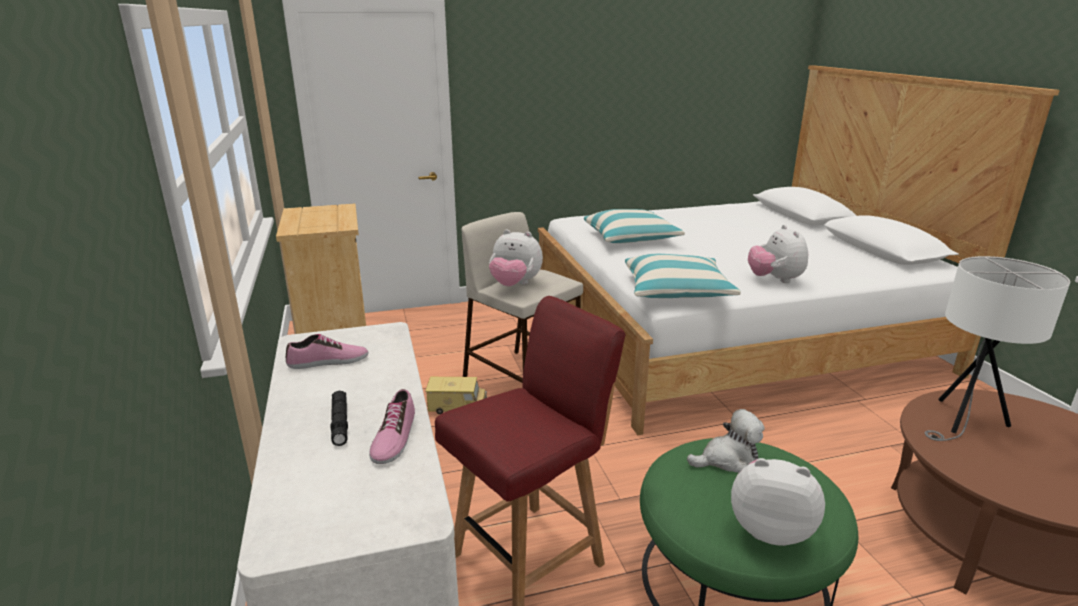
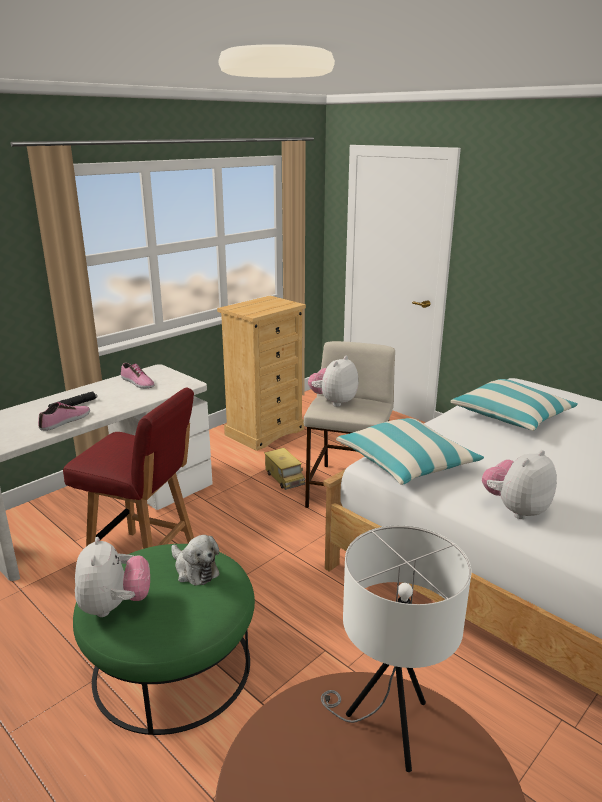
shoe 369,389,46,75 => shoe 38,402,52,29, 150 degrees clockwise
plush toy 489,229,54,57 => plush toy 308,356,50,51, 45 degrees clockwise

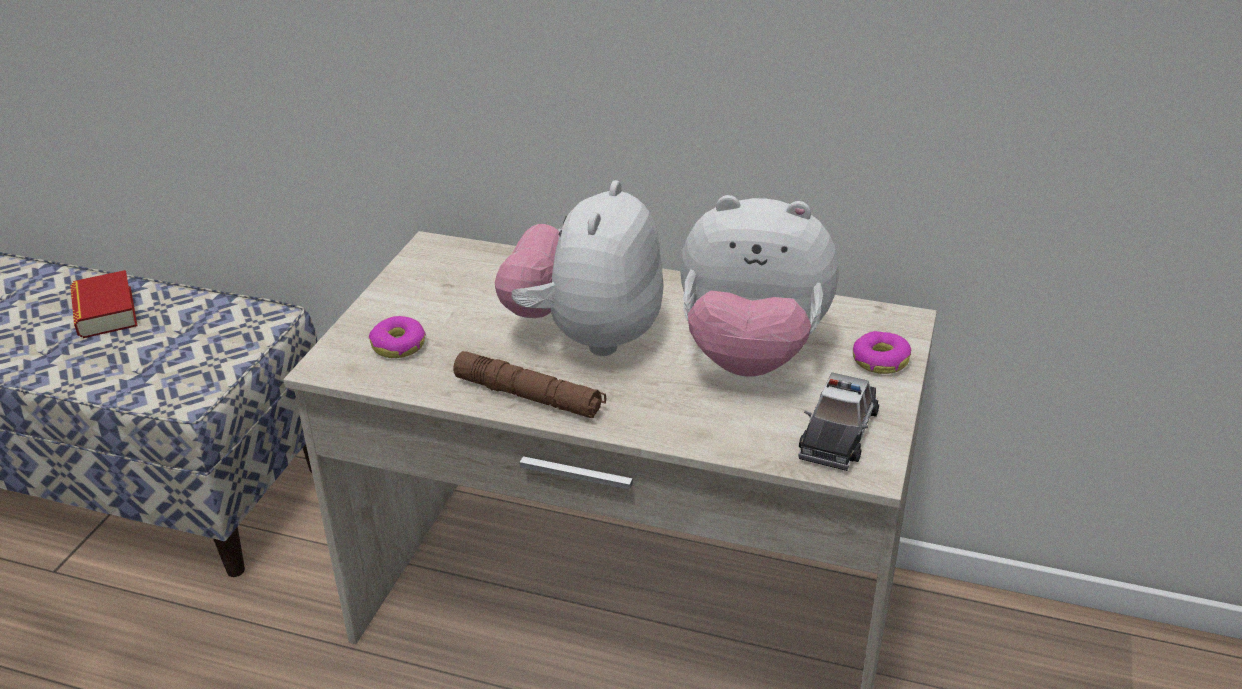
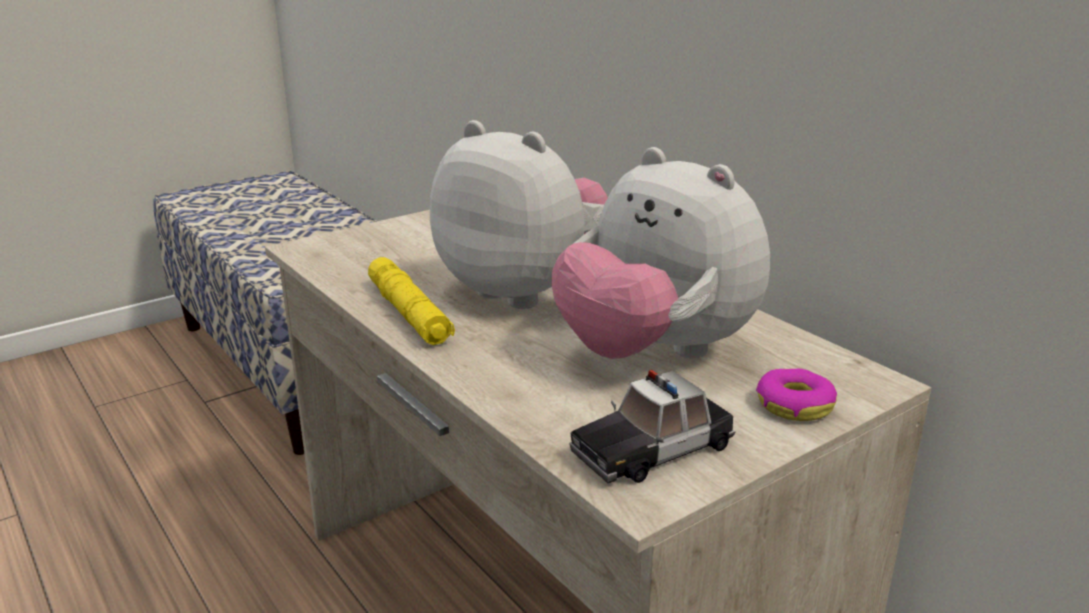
brown flashlight 453,351,153,67 => yellow flashlight 368,257,87,88
plush toy 495,180,169,176 => plush toy 430,120,178,189, 75 degrees clockwise
book 70,270,67,68 => nothing
donut 369,316,57,42 => nothing

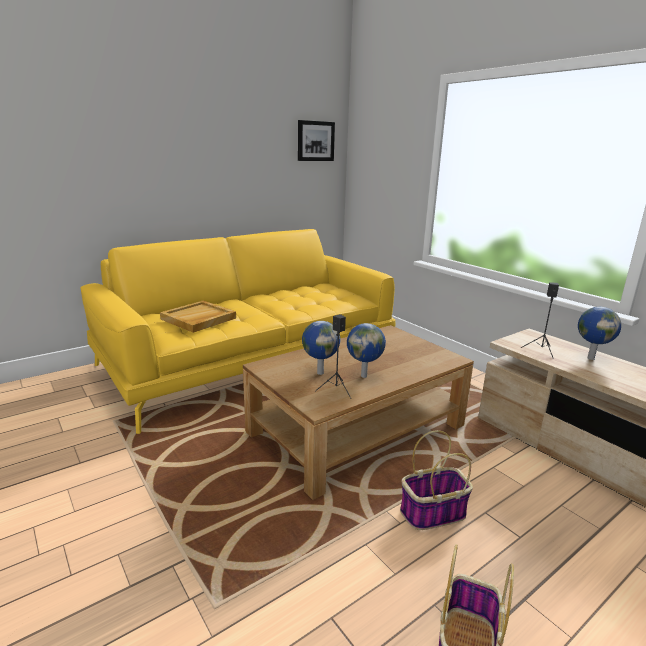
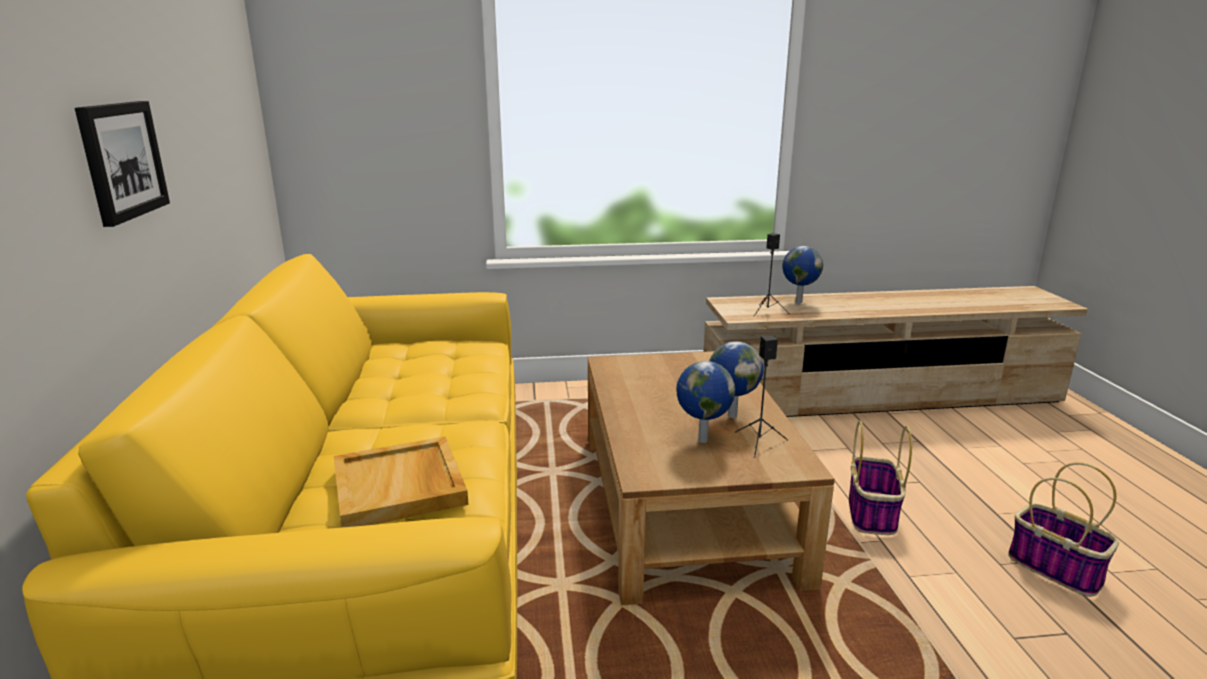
picture 298,120,37,41 => picture 75,101,95,126, move

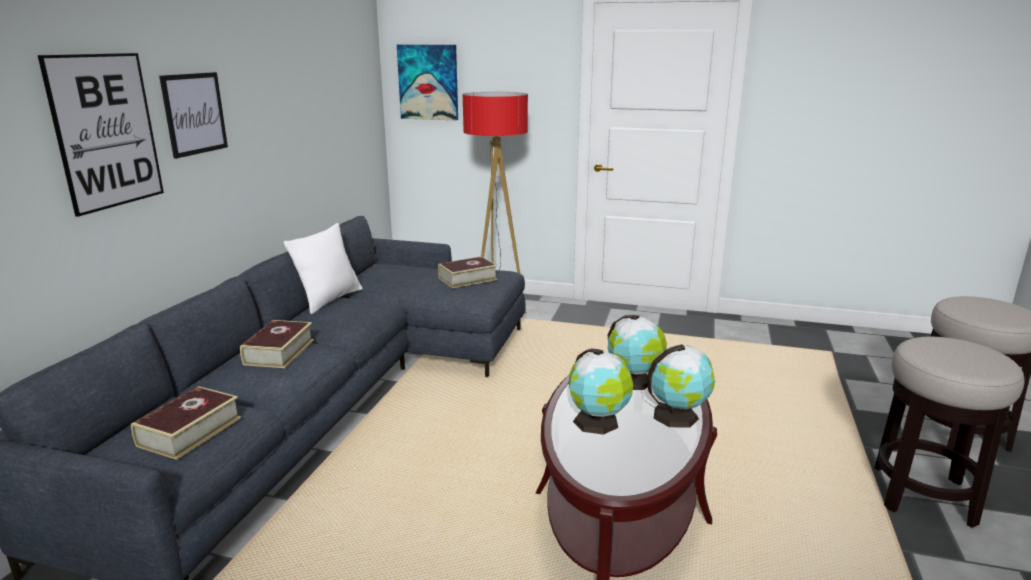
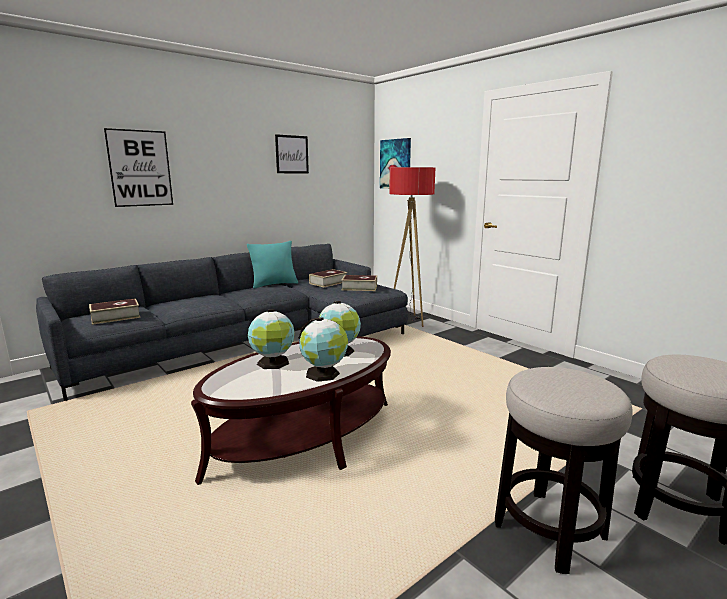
white pillow 284,223,79,91 => turquoise pillow 247,241,51,48
picture 159,72,69,87 => picture 275,134,34,39, move
book 240,320,74,48 => book 309,269,39,18, move

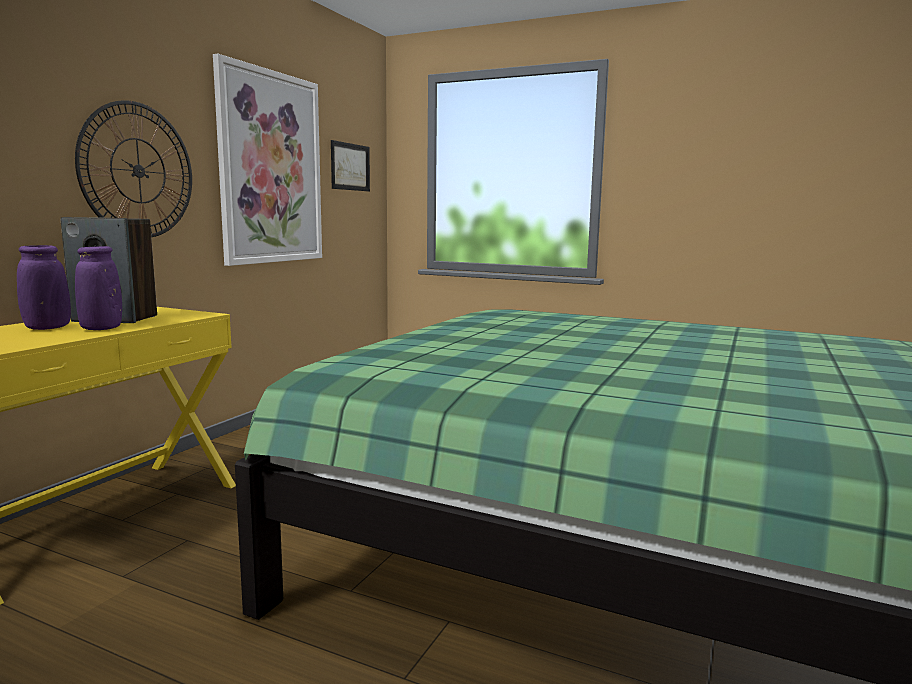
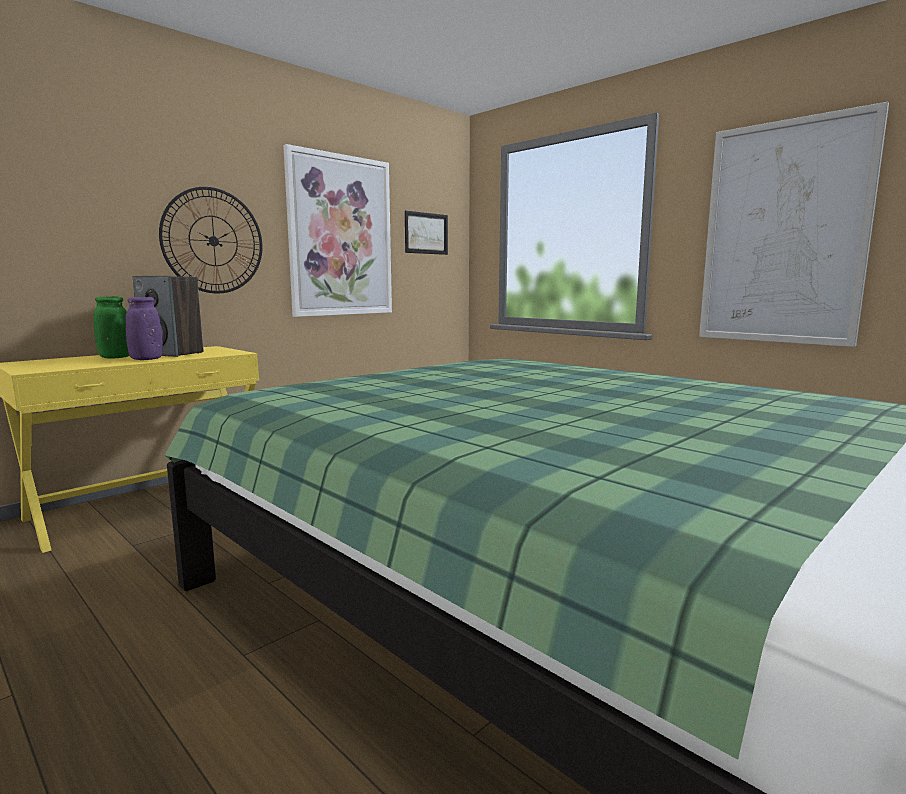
purple vase 17,245,54,85 => green vase 94,296,35,63
nothing => picture 699,102,190,245

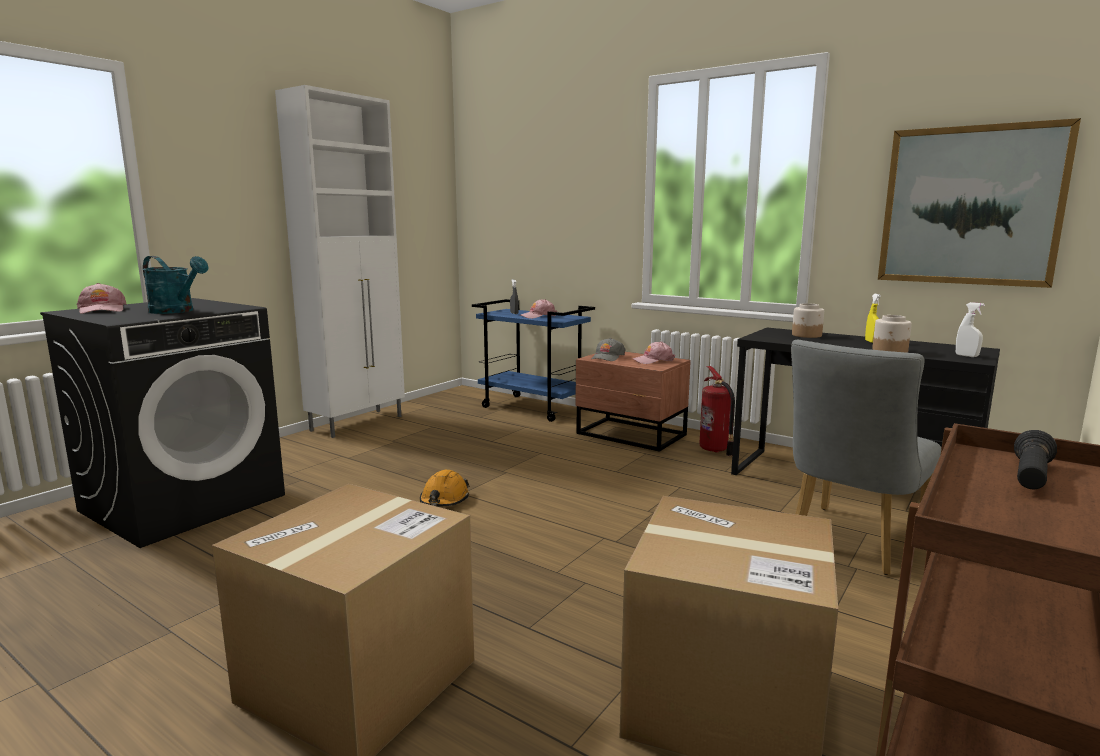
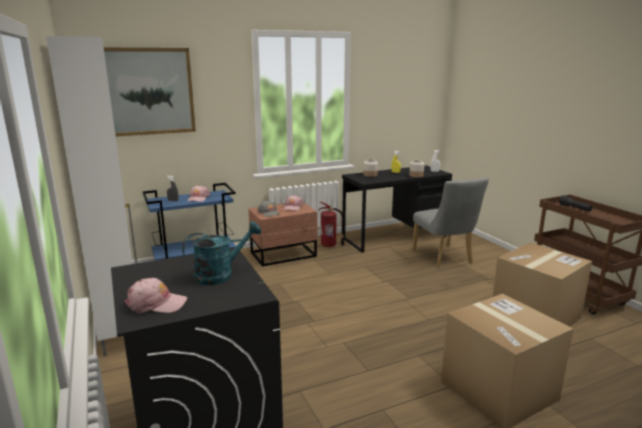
picture 878,118,203,170 => picture 104,47,92,89, move
orange hard hat 420,470,50,36 => nothing

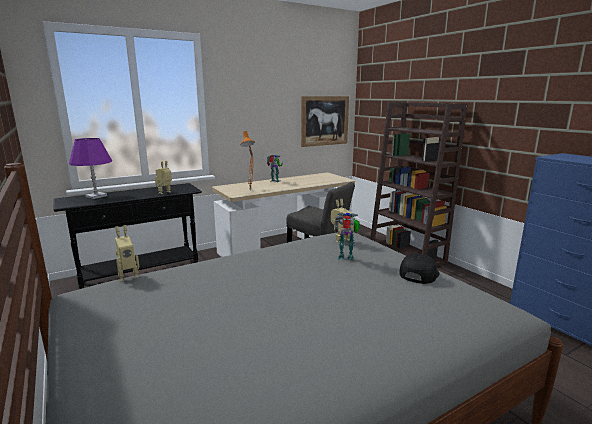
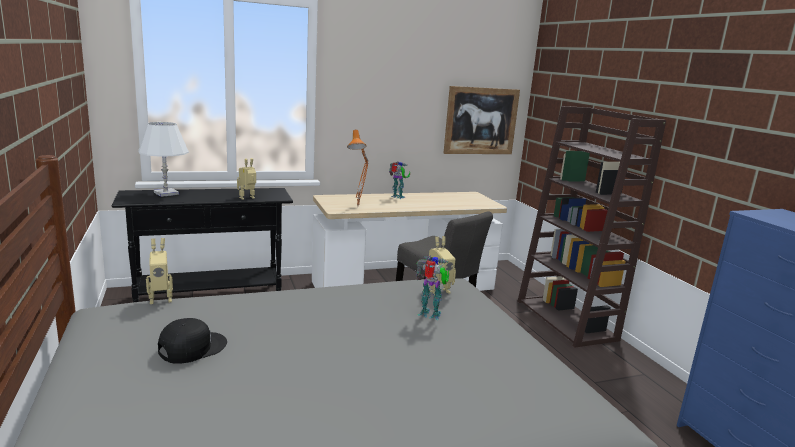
purple table lamp 69,138,43,61 => white table lamp 138,122,51,75
black cap 399,253,41,31 => black cap 158,318,69,45, move

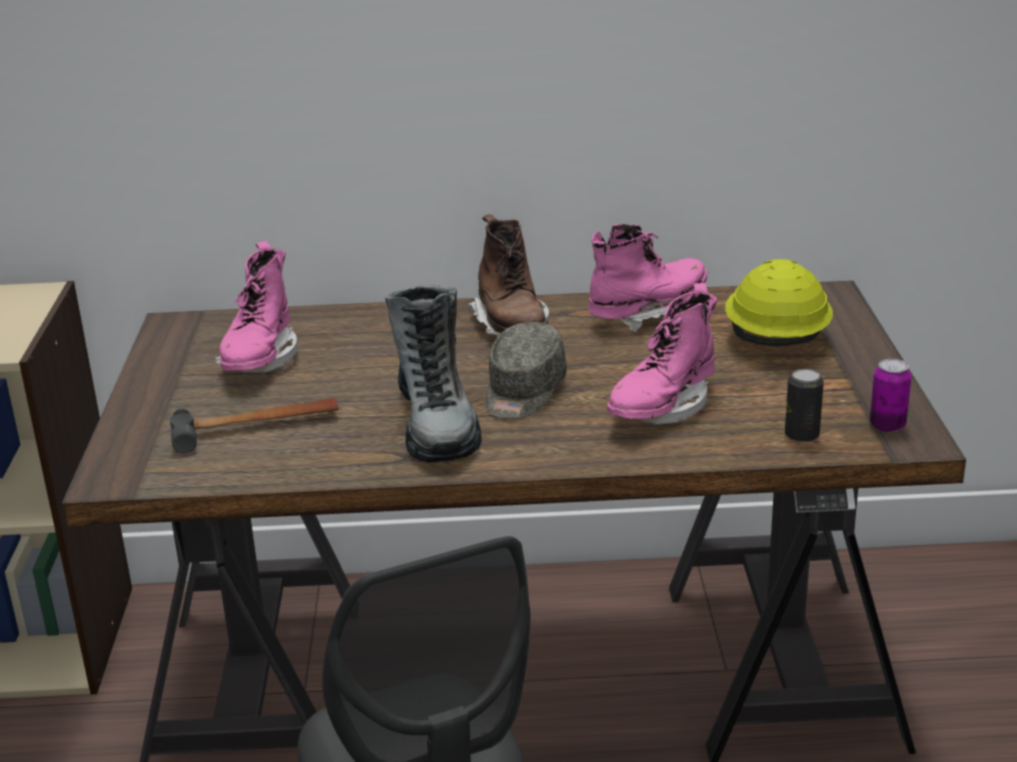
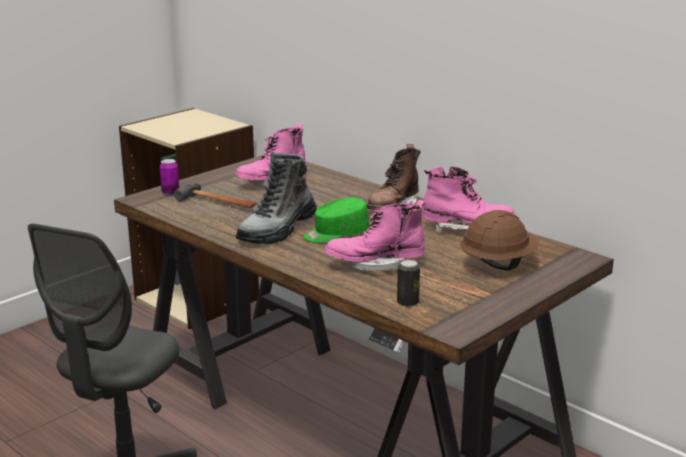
can 870,359,42,73 => can 160,159,19,36, move
grey cap 485,322,82,97 => green cap 303,198,66,45
yellow hard hat 725,259,108,87 => brown hard hat 460,210,80,61

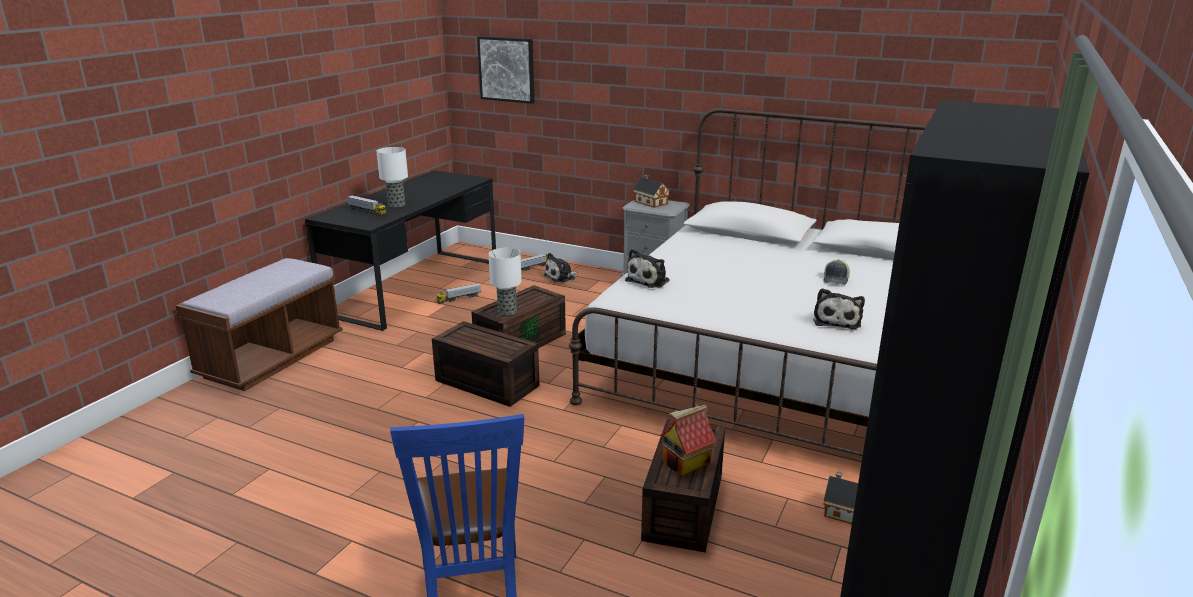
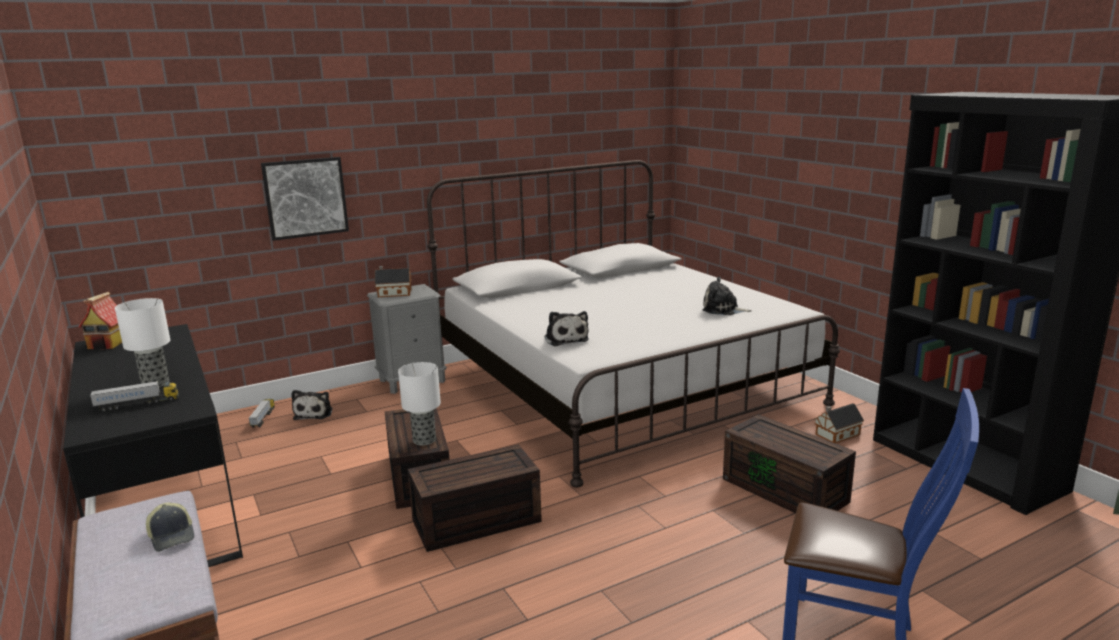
toy house 661,405,56,71 => toy house 78,292,44,58, move
cap 824,259,26,26 => cap 146,503,48,49, move
picture 477,36,57,68 => picture 261,157,88,84, move
plush toy 813,288,52,41 => plush toy 702,277,50,38, 150 degrees clockwise
toy truck 436,283,45,21 => nothing

